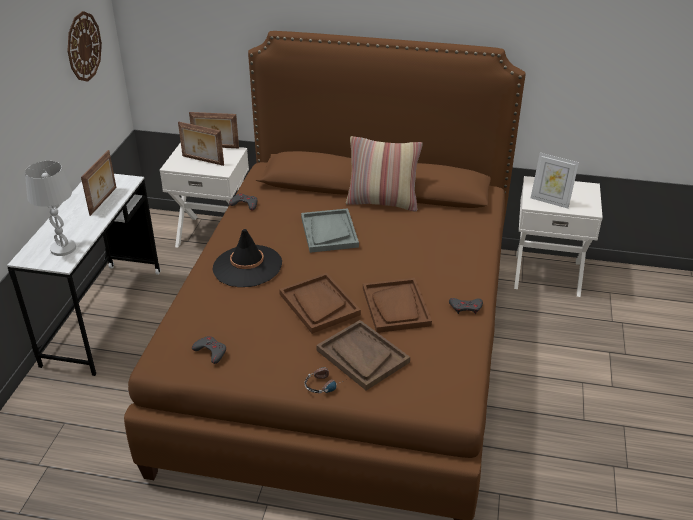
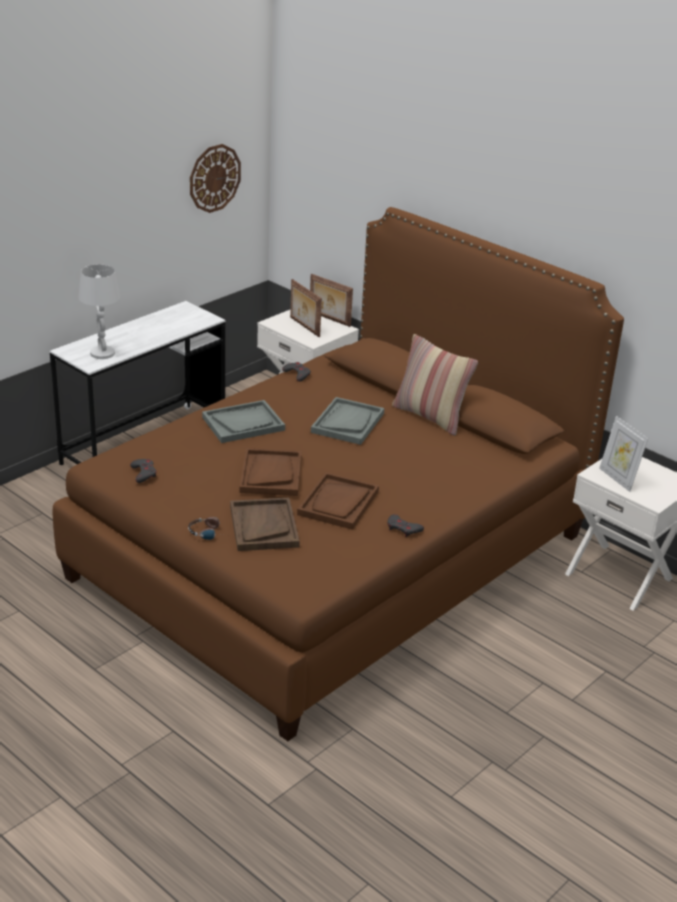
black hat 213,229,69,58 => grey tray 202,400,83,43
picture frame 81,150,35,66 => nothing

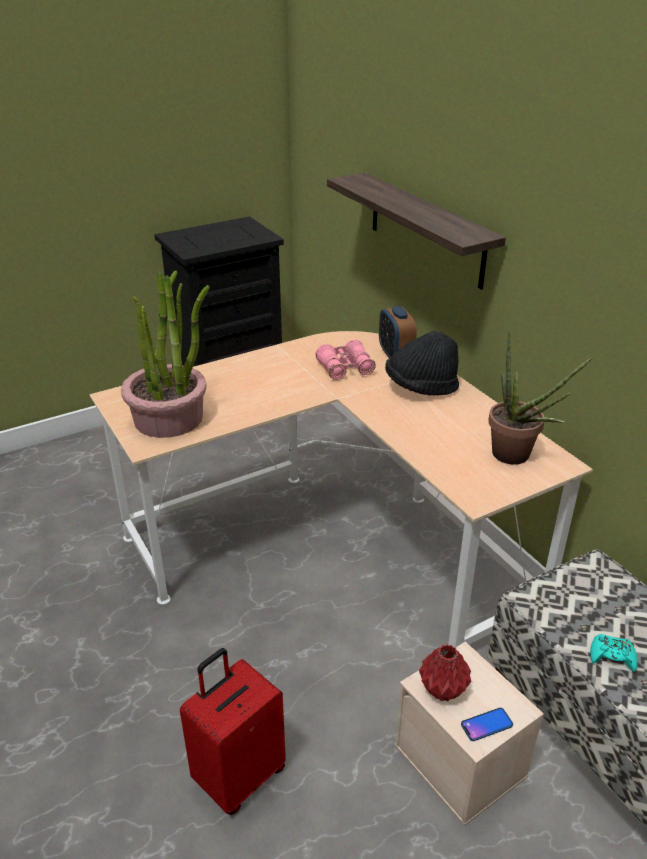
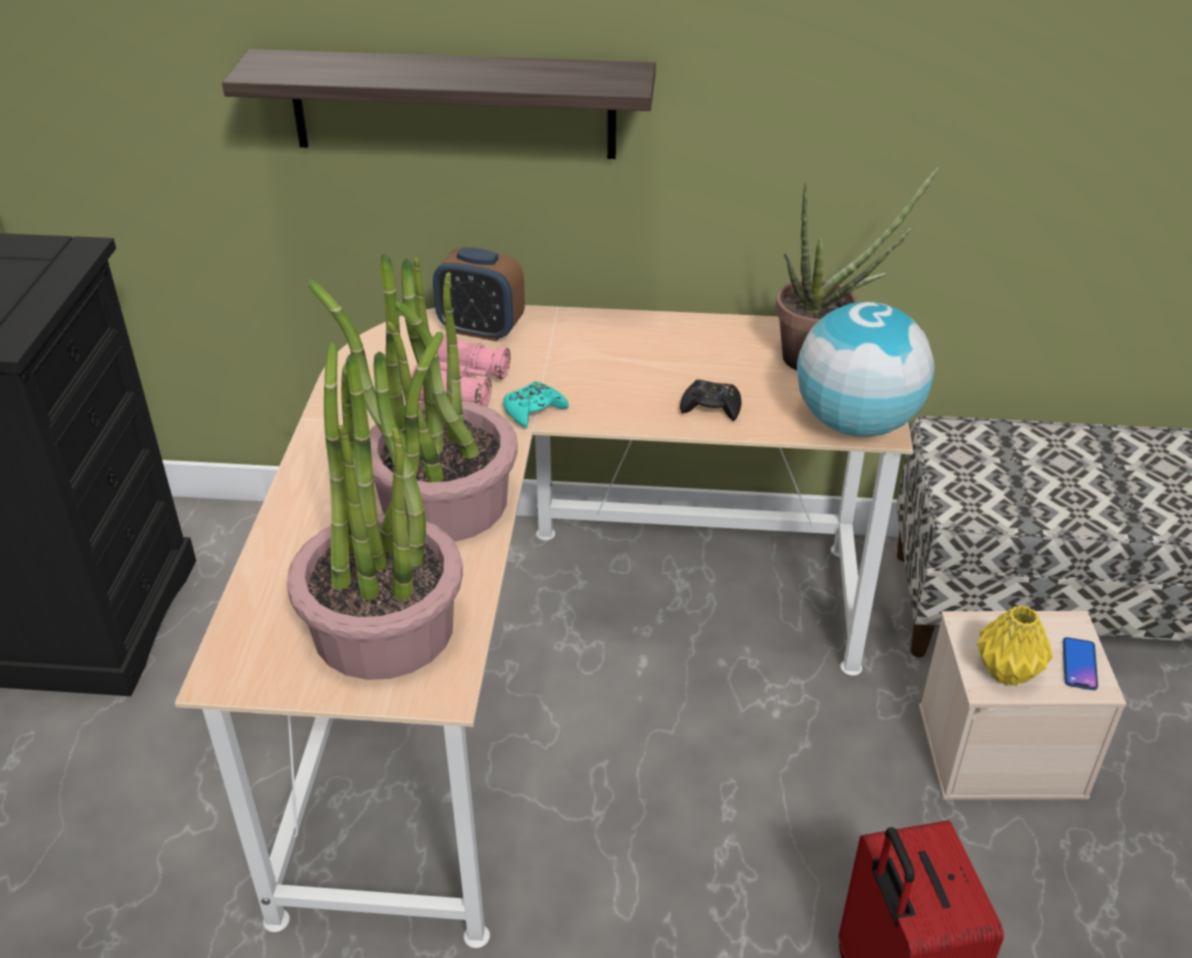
nothing => potted plant 308,254,210,288
turquoise game controller 590,634,48,38 => turquoise game controller 503,382,66,46, move
nothing => black game controller 680,379,61,42
nothing => globe 797,302,138,135
red vase 419,644,52,57 => yellow vase 977,605,76,81
black hat 385,331,74,65 => nothing

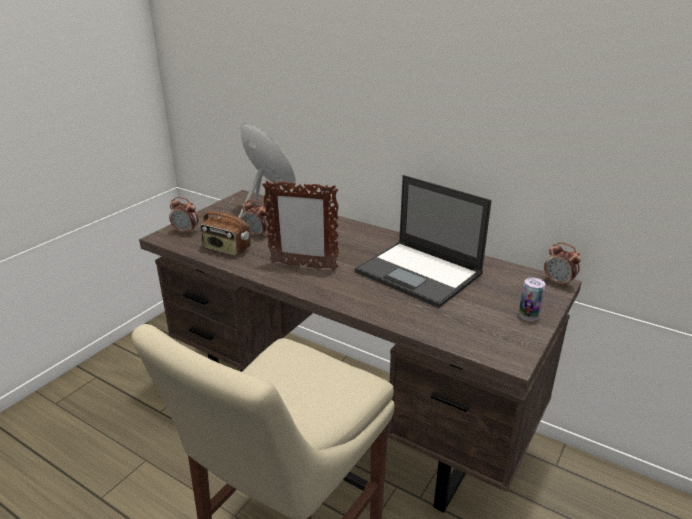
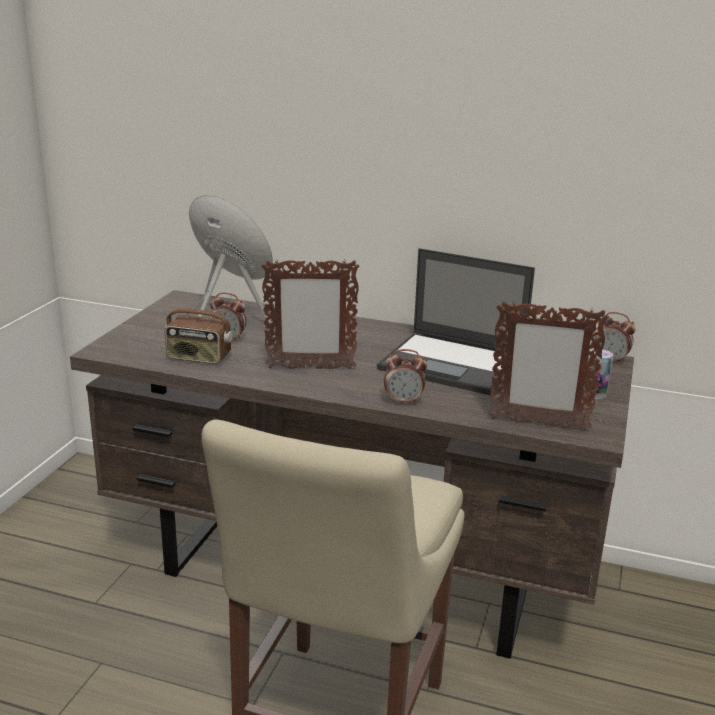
alarm clock 169,197,29,38 => alarm clock 384,349,43,56, move
nothing => picture frame 489,301,120,130

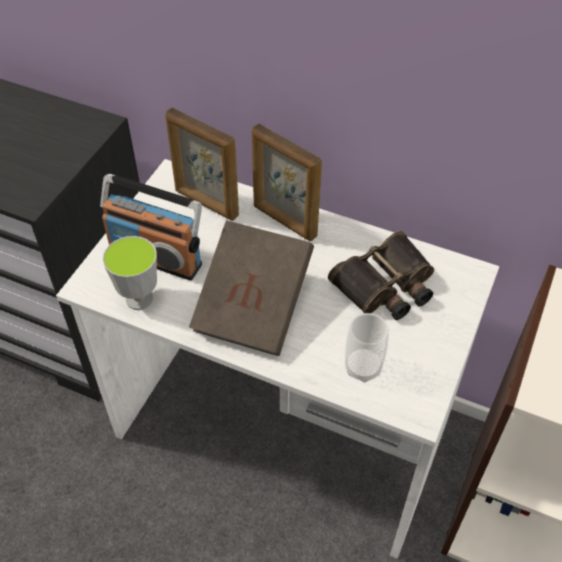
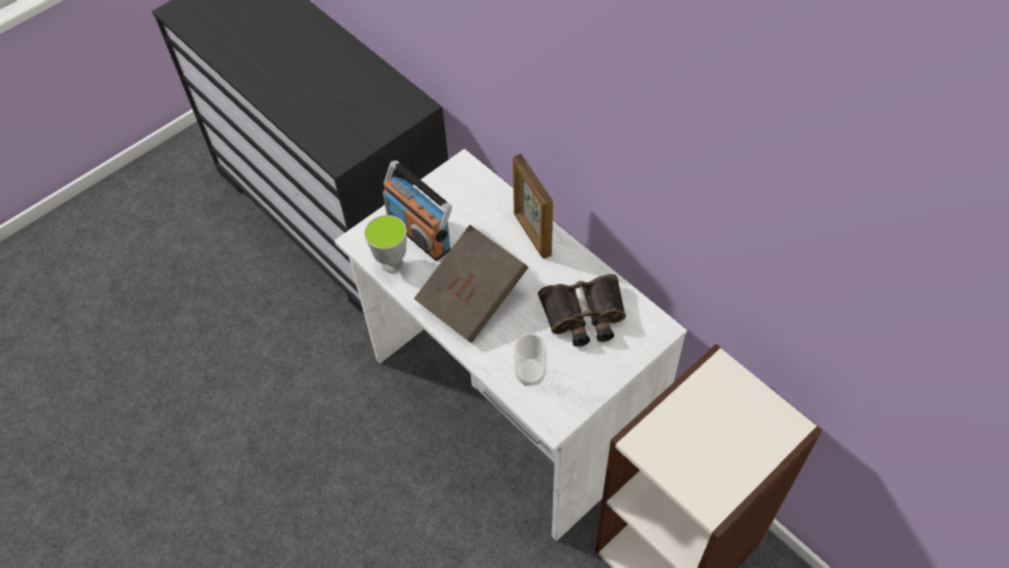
picture frame 165,107,74,114 => nothing

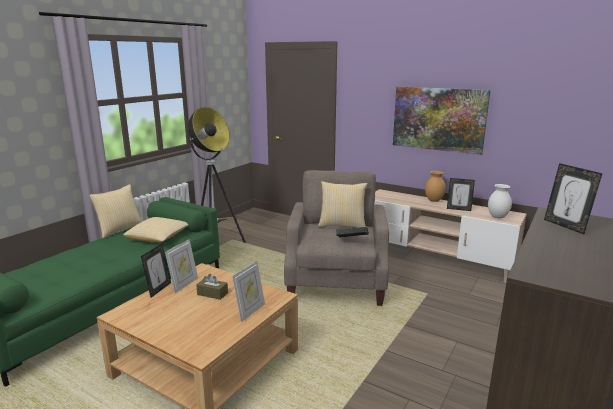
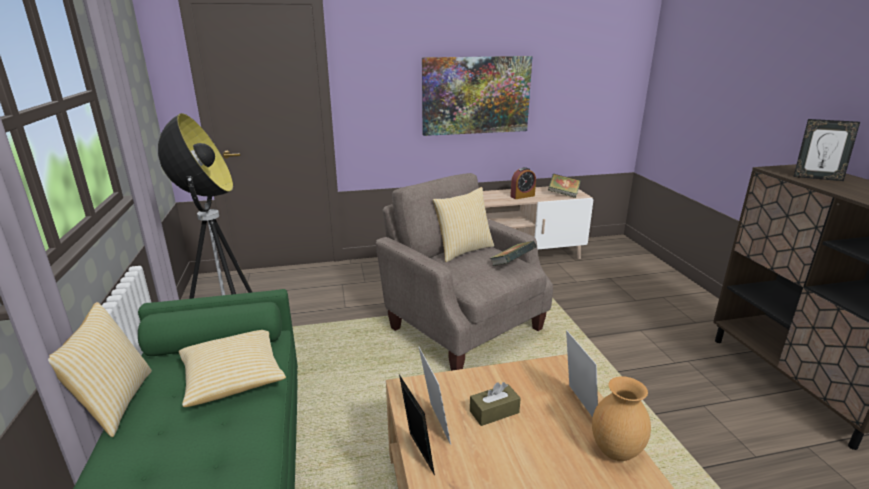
picture frame 447,178,28,33 => alarm clock 510,167,26,32
white vase 488,184,24,34 => book 548,174,33,24
brown vase 425,171,21,31 => brown vase 592,376,59,85, move

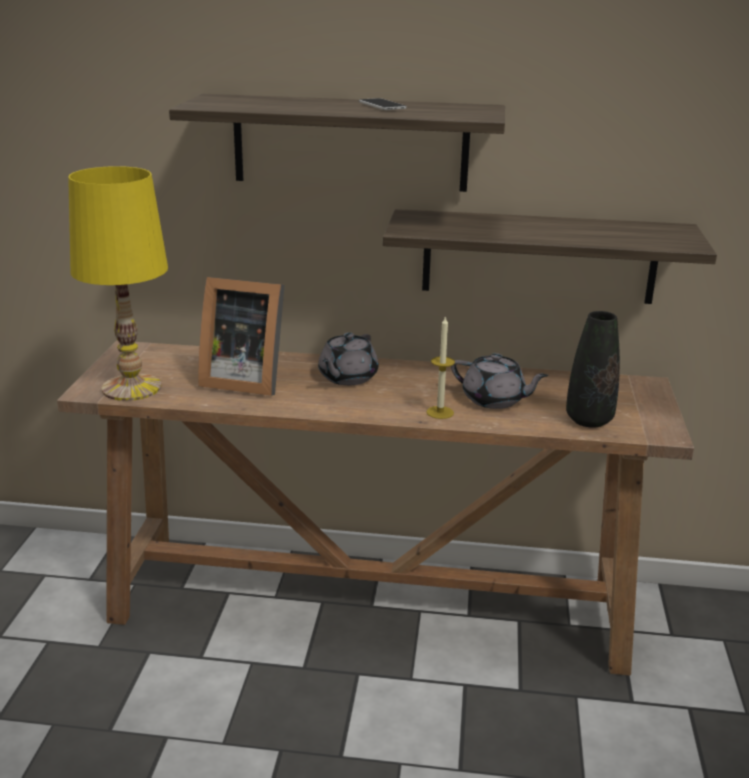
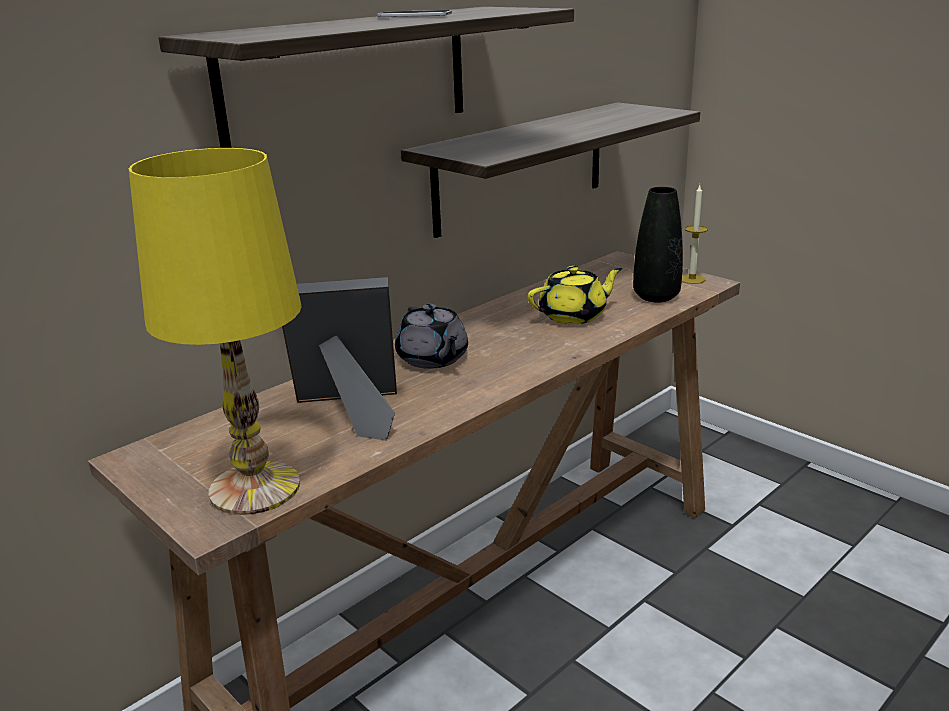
picture frame 198,277,86,119 => picture frame 282,277,115,164, 150 degrees counterclockwise
grey teapot 451,353,98,56 => yellow teapot 528,266,94,58
candle 426,316,29,103 => candle 682,185,26,99, move

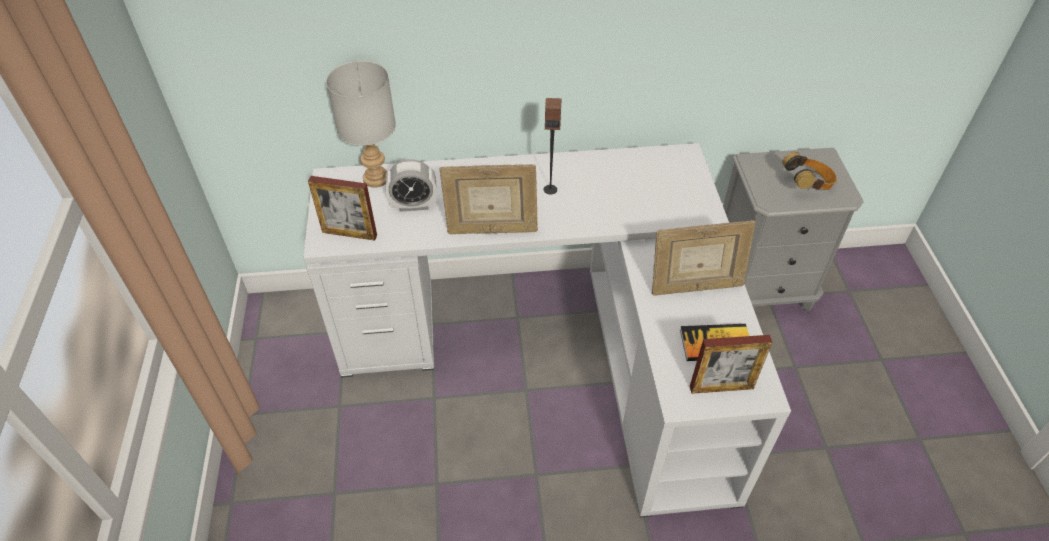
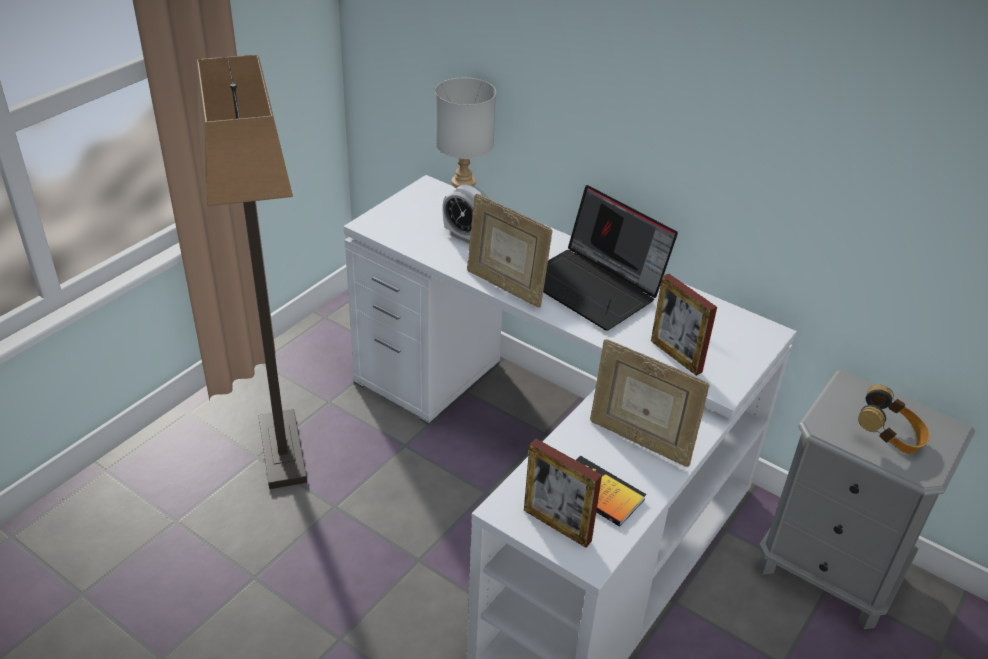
nothing => floor lamp 196,55,111,434
speaker 544,98,17,97 => laptop 543,185,135,146
picture frame 308,176,69,65 => picture frame 651,273,66,103, move

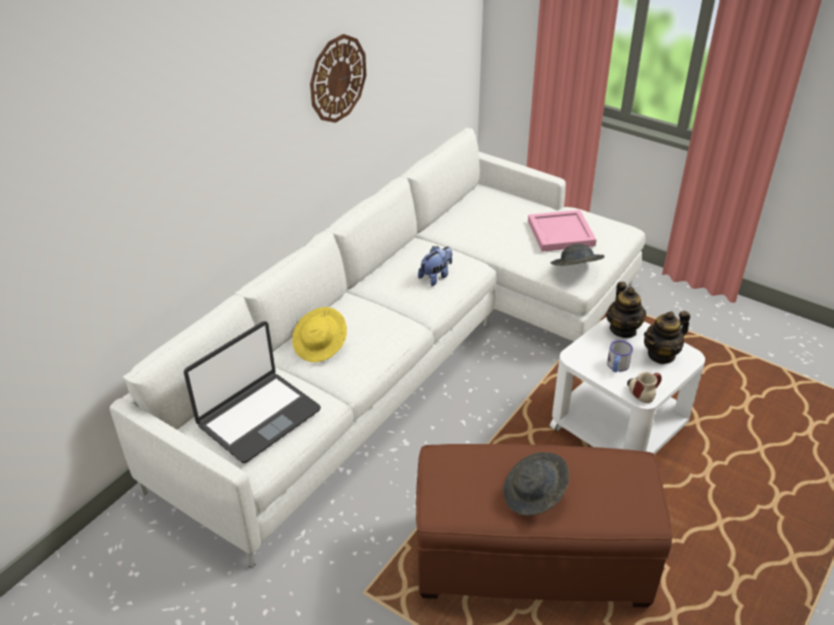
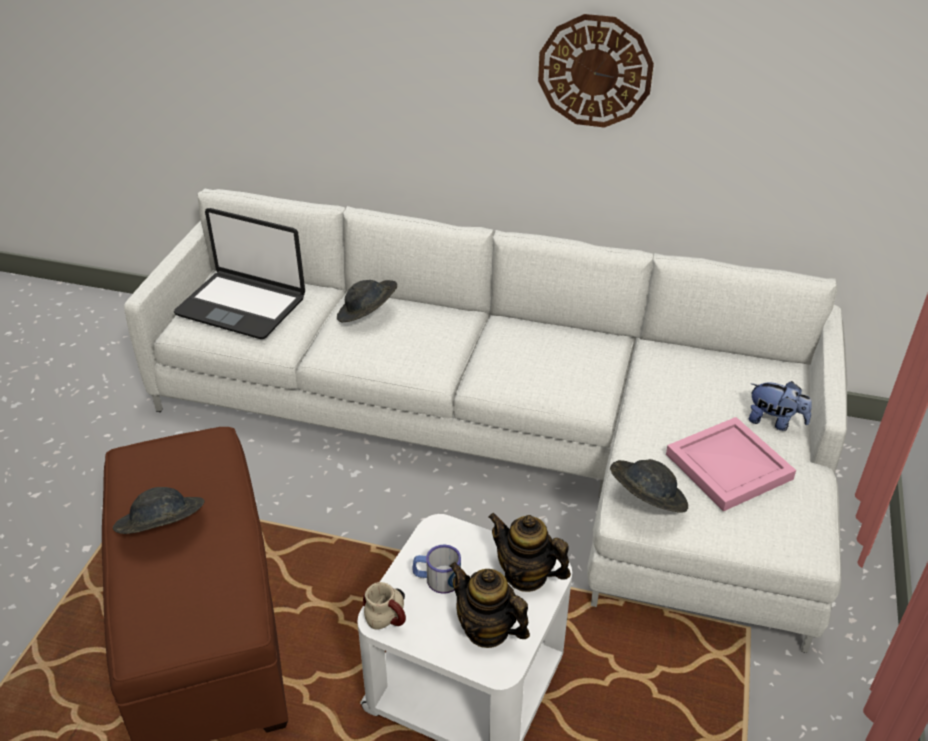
yellow hat 292,307,55,55 => grey hat 337,280,60,43
teapot 606,282,40,56 => teapot 488,513,83,79, 60 degrees clockwise
plush toy 418,246,34,40 => plush toy 749,381,63,50, move

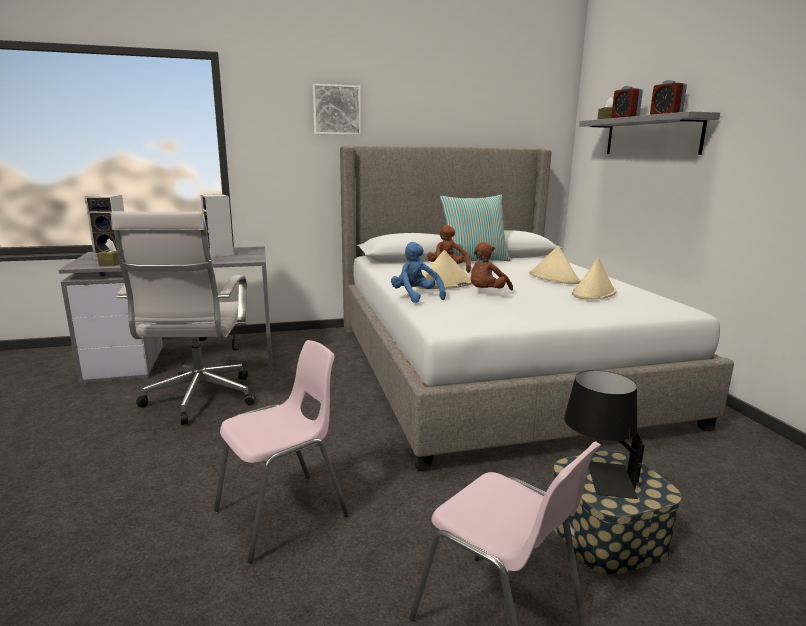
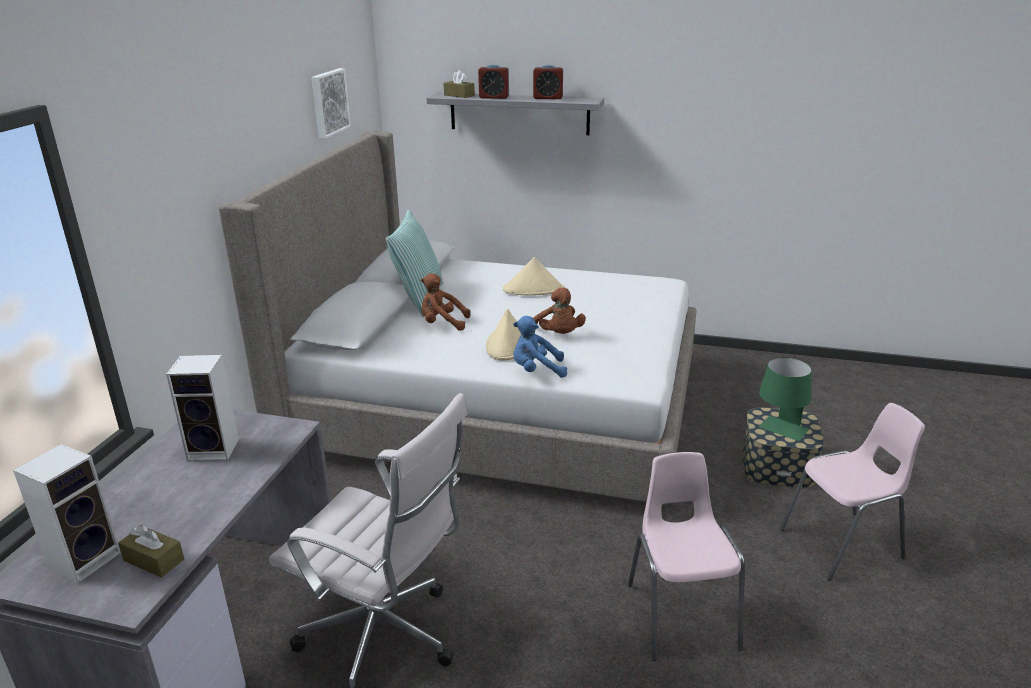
picture 313,84,48,51 => picture 311,68,40,71, move
black table lamp 564,370,81,129 => green table lamp 759,357,53,84
beige hat 572,257,45,43 => nothing

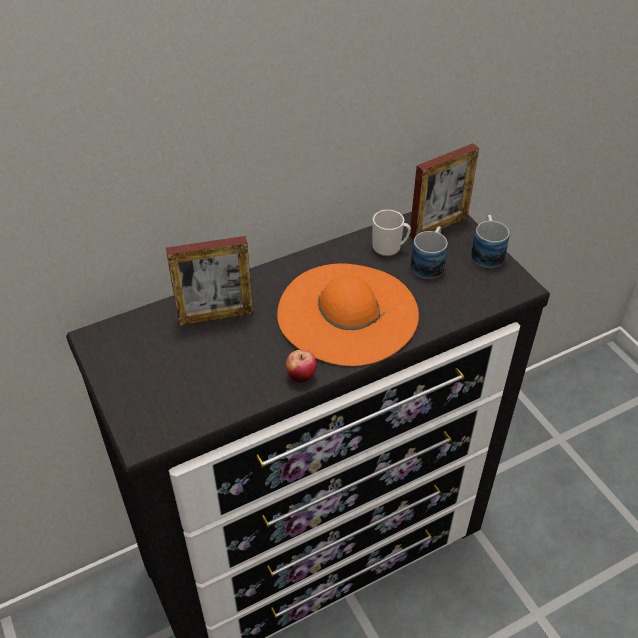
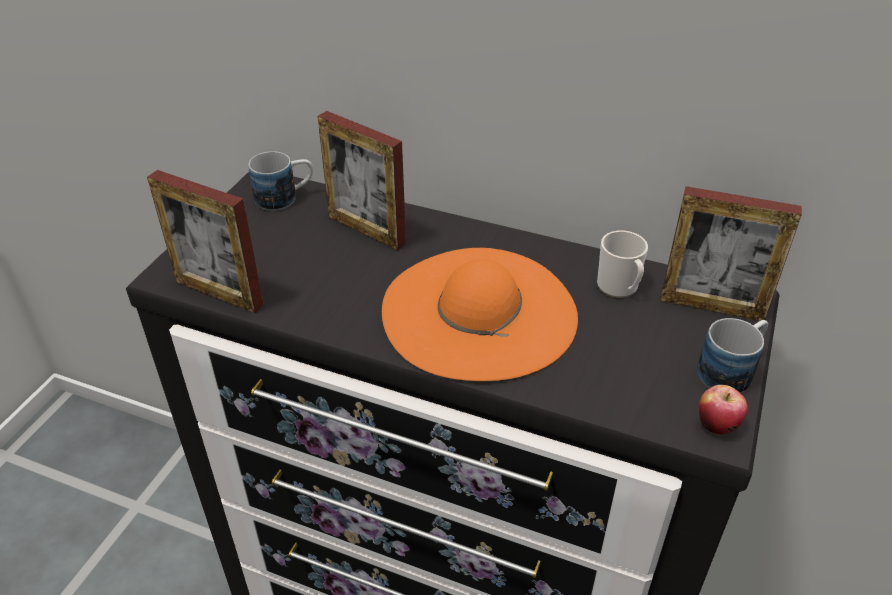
nothing => picture frame 147,170,117,143
mug 411,226,37,53 => mug 248,151,65,60, move
apple 286,350,31,33 => apple 699,385,49,50, move

